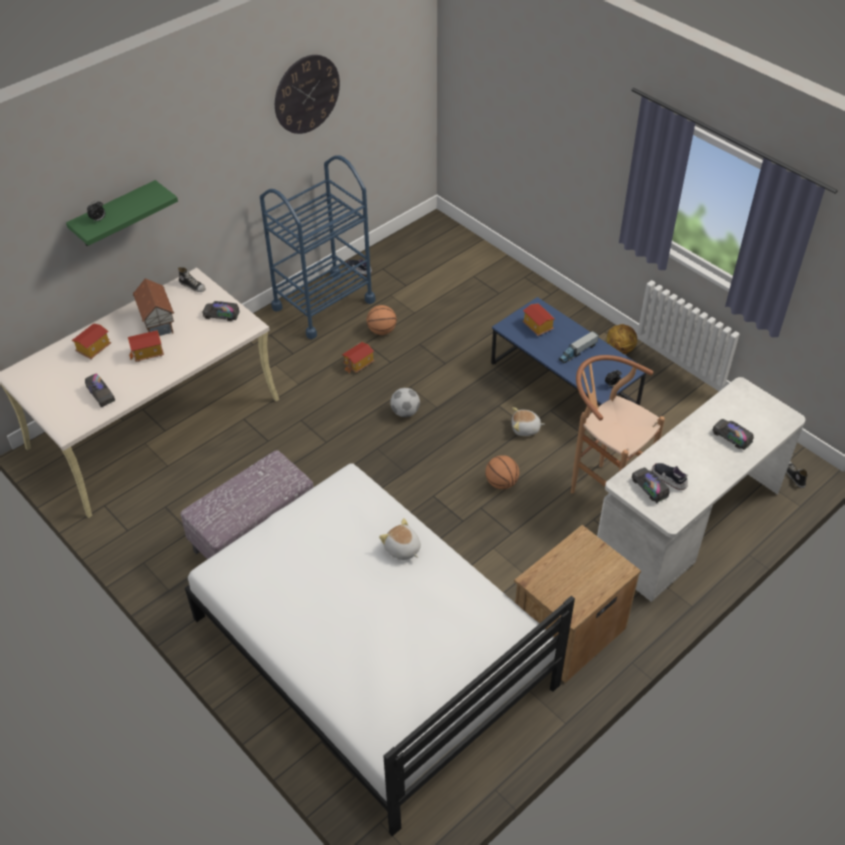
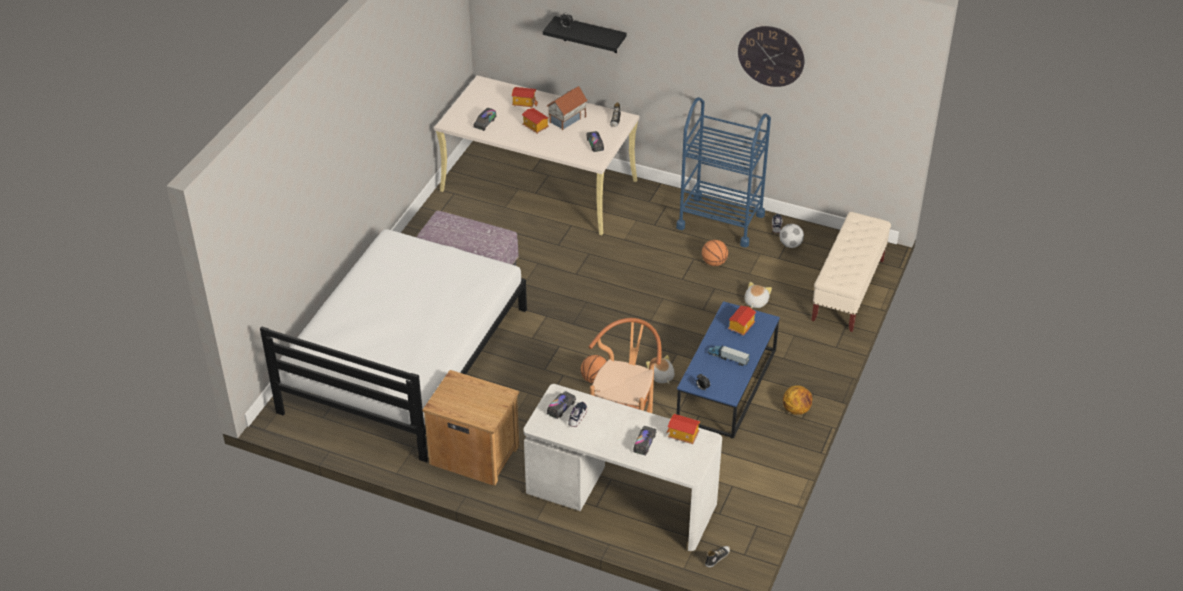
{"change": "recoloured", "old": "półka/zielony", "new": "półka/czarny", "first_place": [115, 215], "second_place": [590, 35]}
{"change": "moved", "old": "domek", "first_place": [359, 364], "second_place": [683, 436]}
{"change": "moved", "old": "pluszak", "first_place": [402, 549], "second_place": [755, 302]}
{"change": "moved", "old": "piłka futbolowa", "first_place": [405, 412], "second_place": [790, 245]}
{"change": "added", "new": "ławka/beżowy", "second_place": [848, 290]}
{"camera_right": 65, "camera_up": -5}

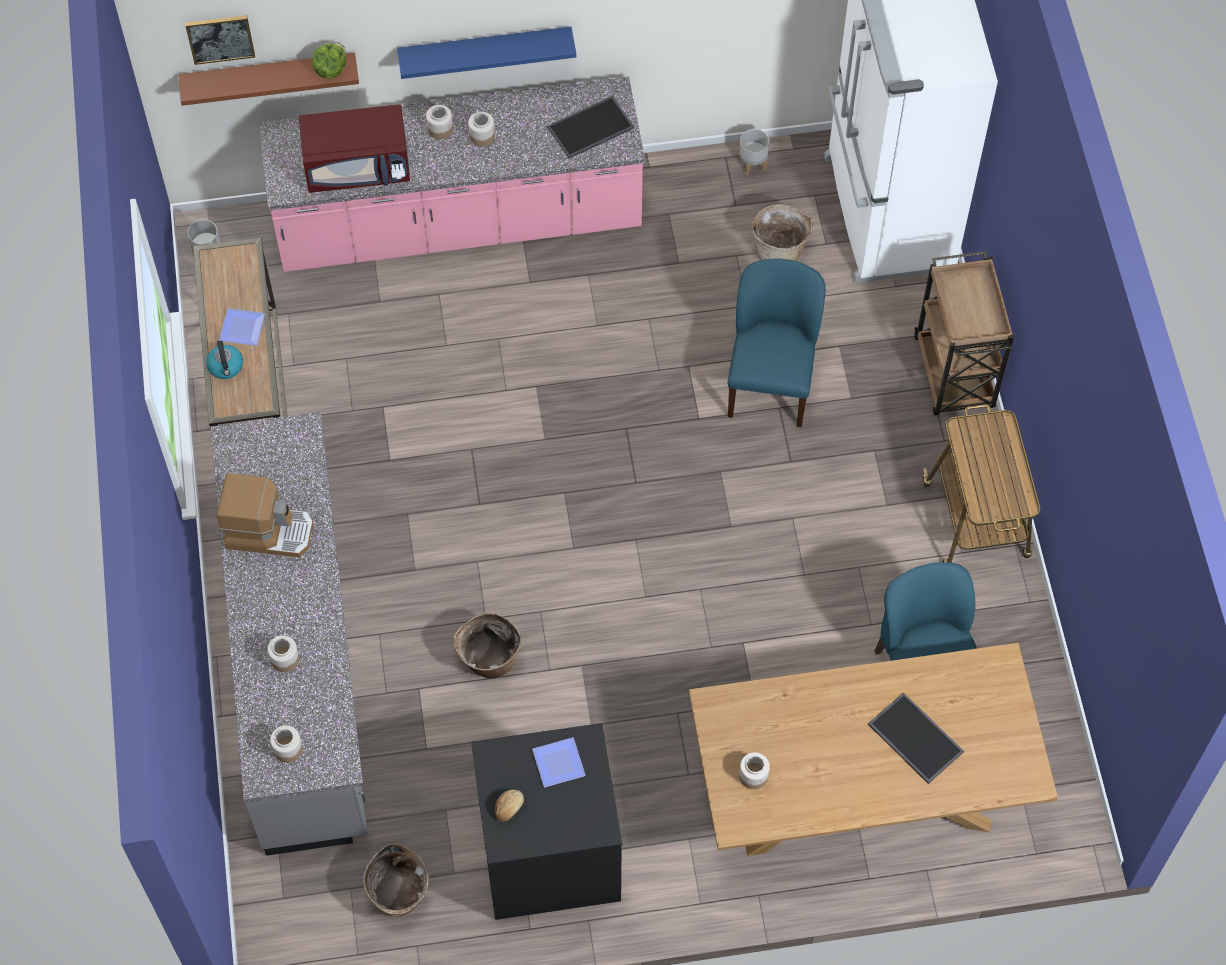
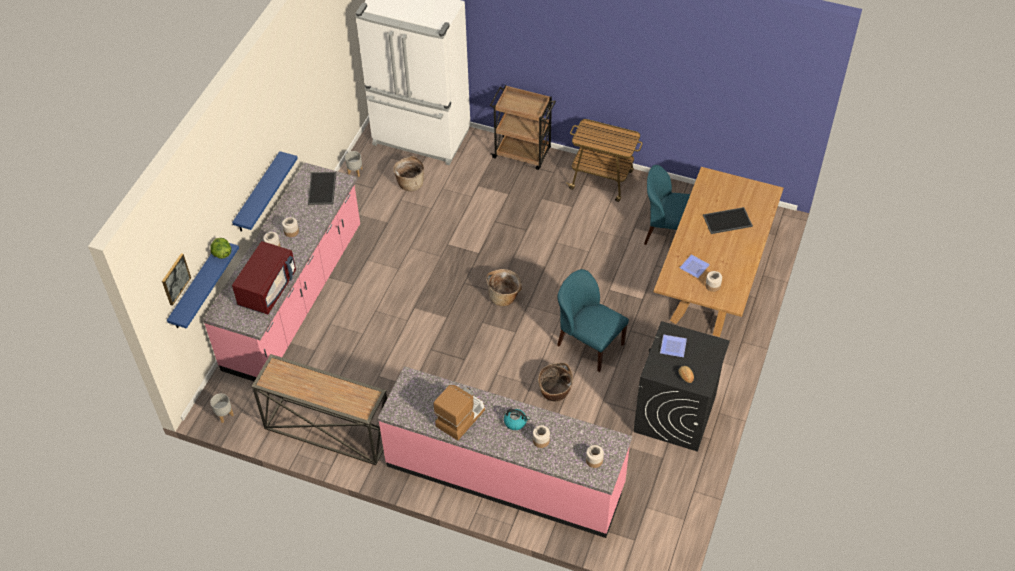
{"change": "recoloured", "old": "półka/brązowy", "new": "półka/niebieski", "first_place": [269, 75], "second_place": [196, 286]}
{"change": "recoloured", "old": "zabudowa kuchenna/szary", "new": "zabudowa kuchenna/różowy", "first_place": [301, 664], "second_place": [505, 475]}
{"change": "moved", "old": "koszyk", "first_place": [399, 896], "second_place": [504, 297]}
{"change": "moved", "old": "czajnik", "first_place": [226, 367], "second_place": [515, 422]}
{"change": "moved", "old": "krzesło/niebieski", "first_place": [770, 382], "second_place": [589, 344]}
{"change": "moved", "old": "talerz", "first_place": [241, 327], "second_place": [693, 267]}
{"camera_right": -60, "camera_up": -10}

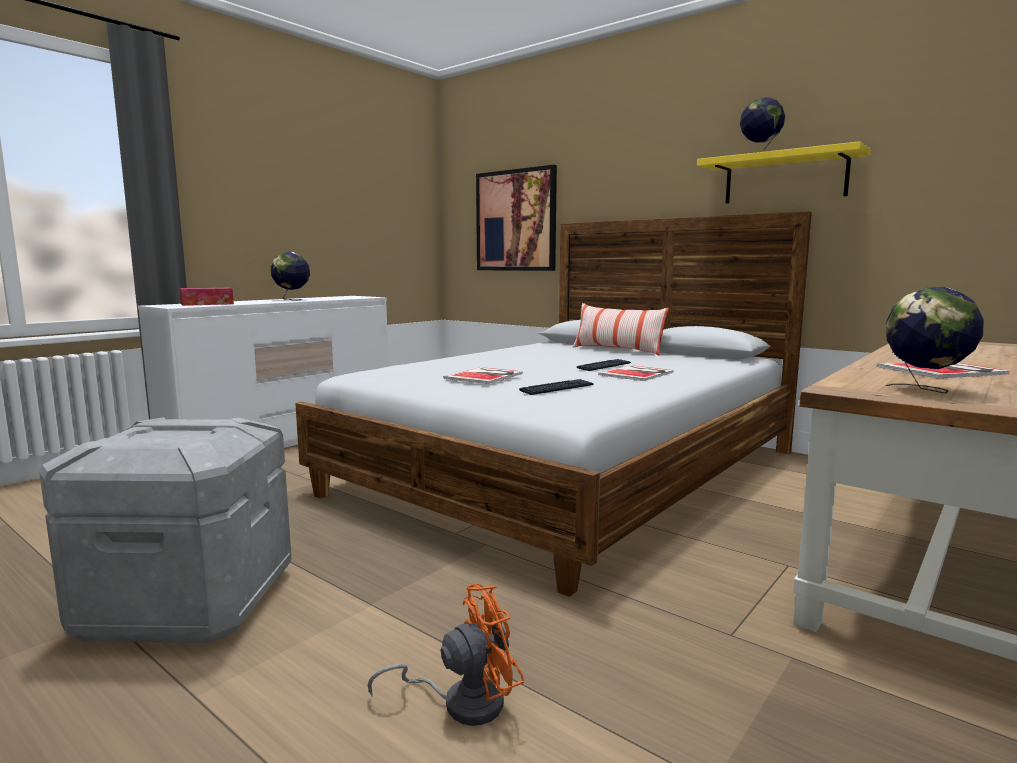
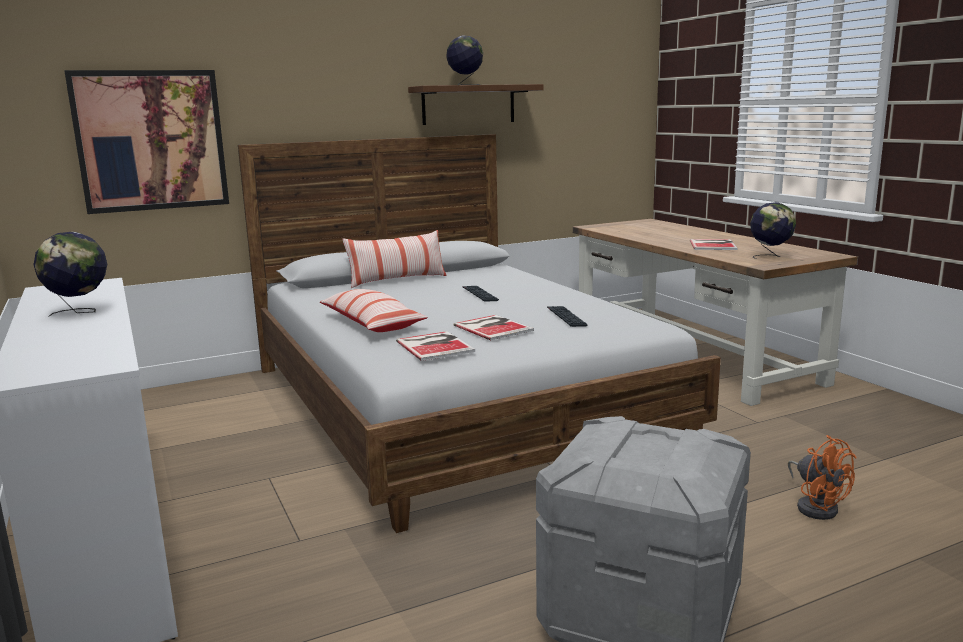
{"change": "added", "new": "poduszka", "second_place": [371, 324]}
{"change": "moved", "old": "książka", "first_place": [638, 373], "second_place": [435, 345]}
{"change": "recoloured", "old": "półka/żółty", "new": "półka/brązowy", "first_place": [785, 178], "second_place": [468, 104]}
{"change": "turned", "old": "wentylator/pomarańczowy", "first_place": [462, 702], "second_place": [816, 506], "degrees": 150}
{"change": "removed", "old": "pudełko chusteczek", "first_place": [207, 304]}
{"camera_right": -65, "camera_up": 5}

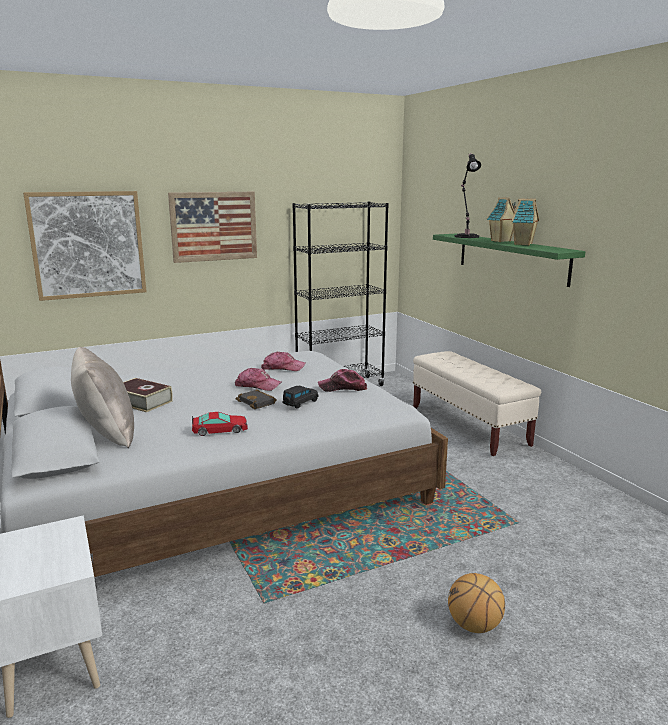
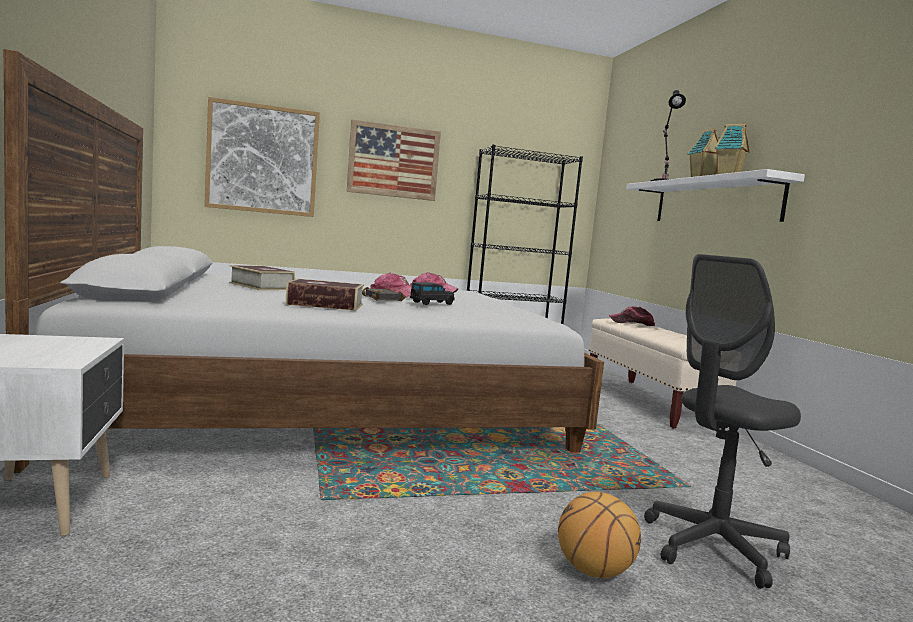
{"change": "replaced", "old": "samochodzik", "new": "książka", "first_place": [220, 430], "second_place": [325, 304]}
{"change": "moved", "old": "czapka z daszkiem", "first_place": [343, 388], "second_place": [632, 323]}
{"change": "recoloured", "old": "półka/zielony", "new": "półka/biały", "first_place": [511, 258], "second_place": [714, 201]}
{"change": "added", "new": "krzesło biurowe/szary", "second_place": [713, 548]}
{"change": "removed", "old": "poduszka/beżowy", "first_place": [106, 434]}
{"camera_right": 10, "camera_up": -10}

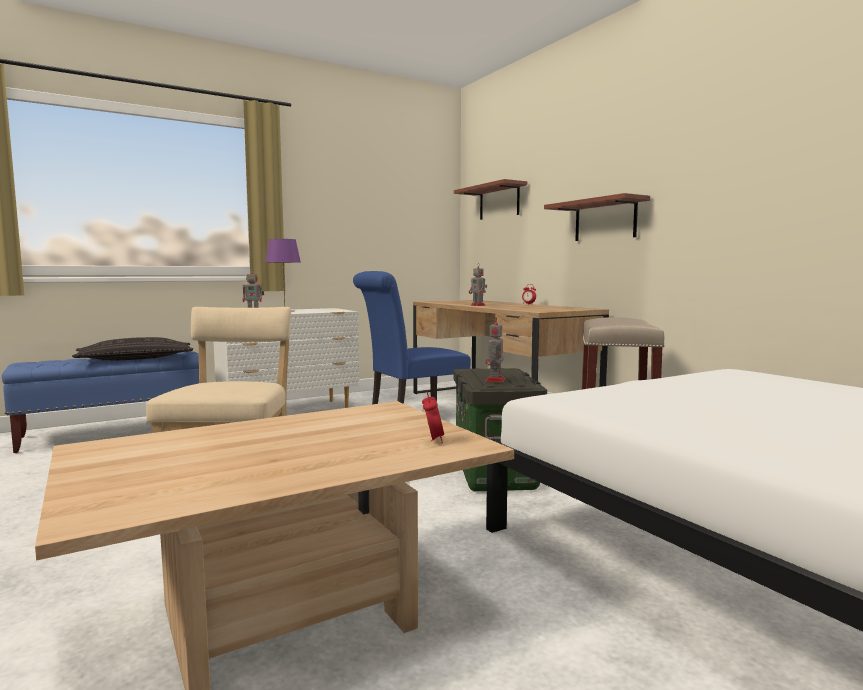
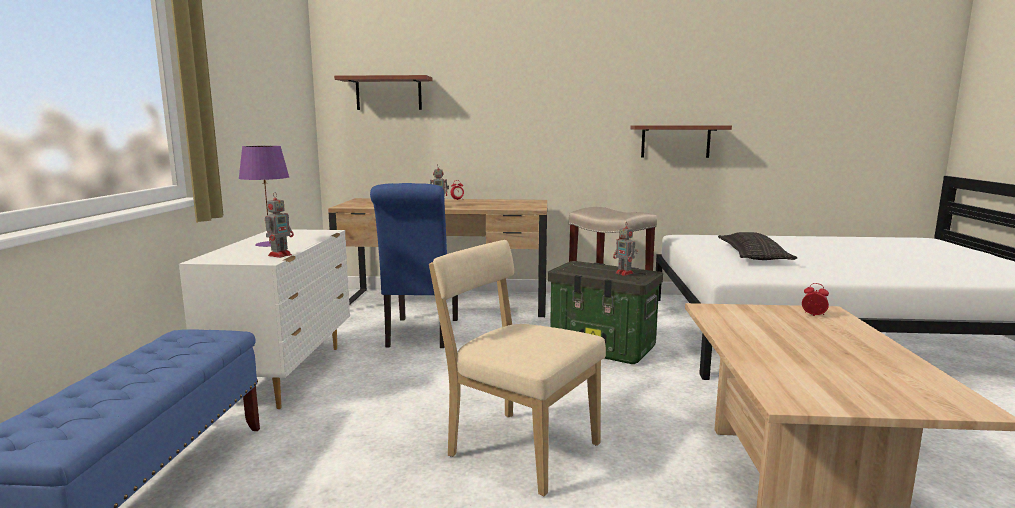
{"change": "moved", "old": "półka", "first_place": [605, 220], "second_place": [675, 141]}
{"change": "moved", "old": "poduszka", "first_place": [135, 359], "second_place": [753, 255]}
{"camera_right": -55, "camera_up": 5}

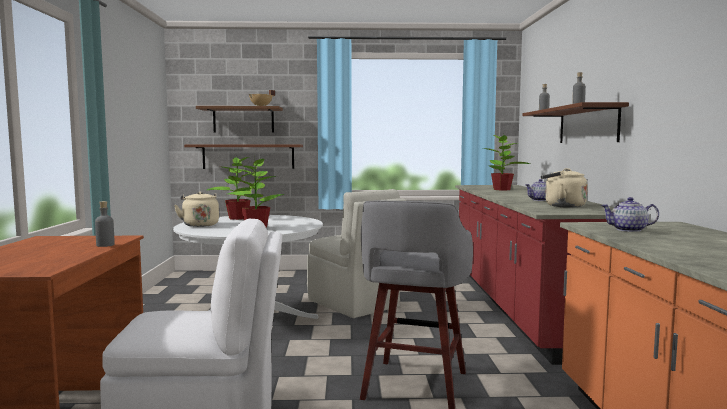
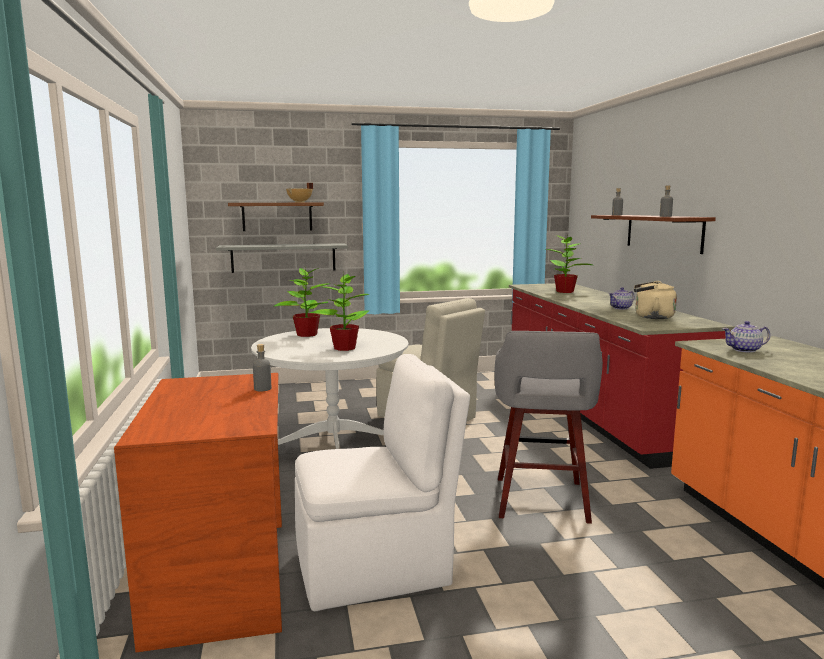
{"change": "recoloured", "old": "półka/brązowy", "new": "półka/szary", "first_place": [248, 156], "second_place": [283, 258]}
{"change": "removed", "old": "czajnik/beżowy", "first_place": [200, 225]}
{"camera_right": -10, "camera_up": 5}

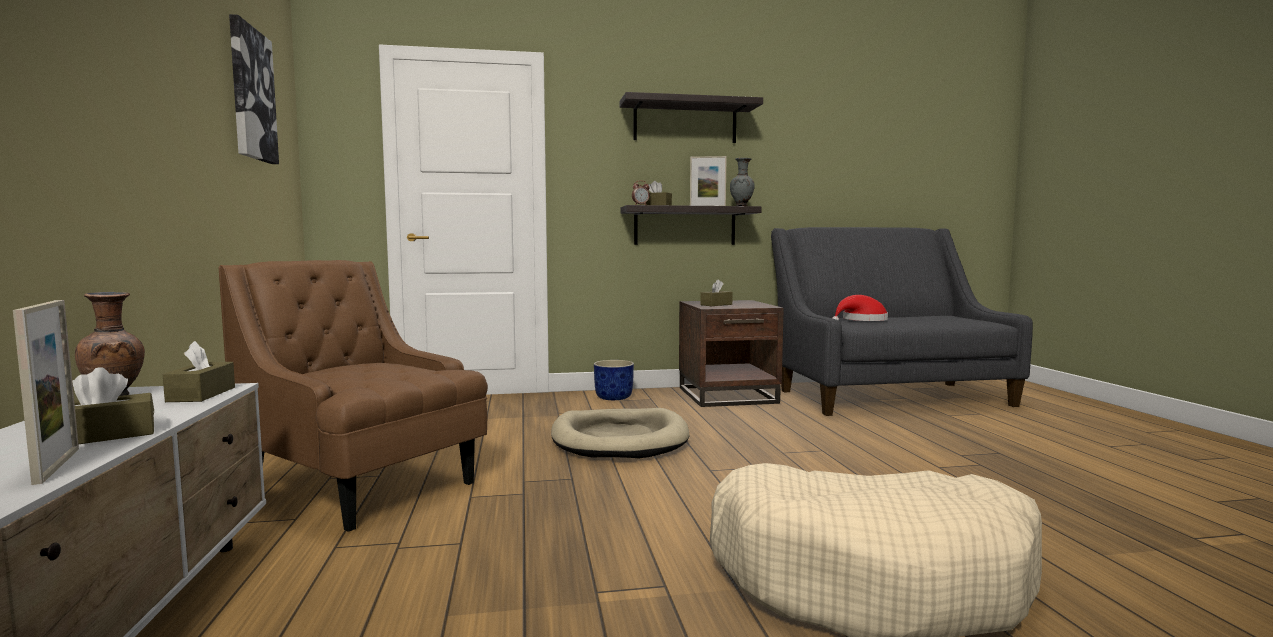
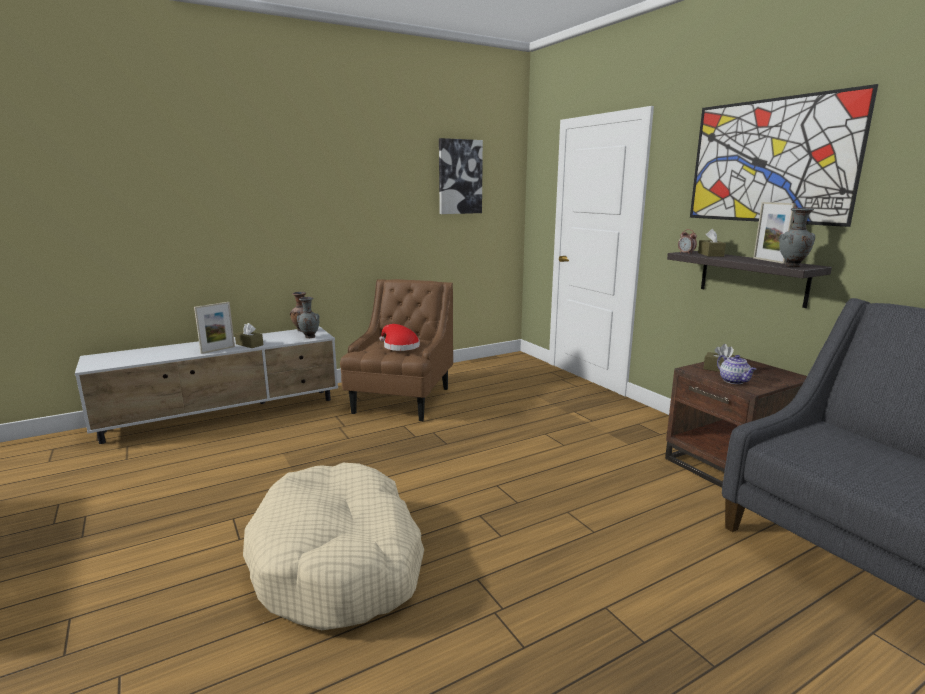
{"change": "replaced", "old": "pudełko chusteczek/brązowy", "new": "wazon/szary", "first_place": [201, 394], "second_place": [309, 337]}
{"change": "moved", "old": "kapelusz/czerwony", "first_place": [861, 320], "second_place": [399, 346]}
{"change": "replaced", "old": "półka", "new": "obraz", "first_place": [685, 122], "second_place": [769, 161]}
{"change": "added", "new": "imbryk", "second_place": [734, 381]}
{"change": "removed", "old": "legowisko/beżowy", "first_place": [619, 439]}
{"change": "removed", "old": "donica/niebieski", "first_place": [614, 397]}
{"camera_right": 70, "camera_up": 10}

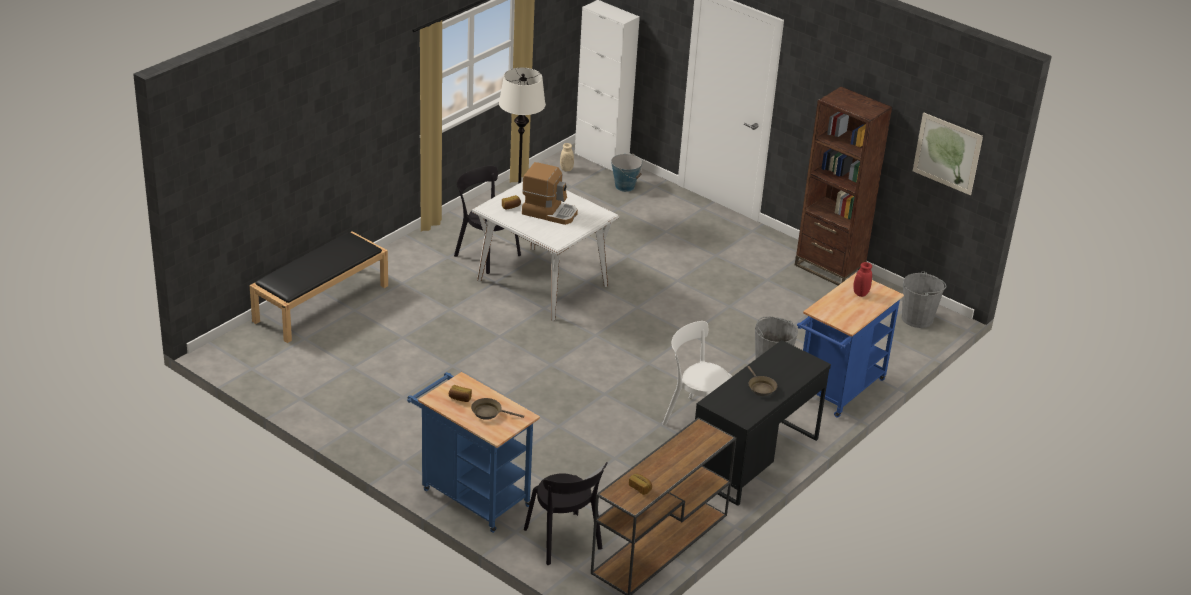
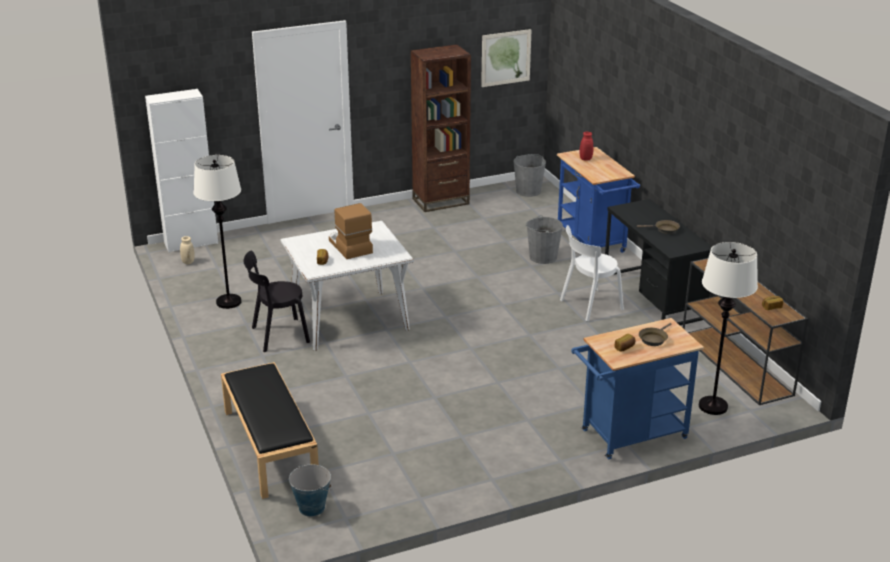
{"change": "moved", "old": "wiadro", "first_place": [625, 186], "second_place": [311, 507]}
{"change": "turned", "old": "ekspres do kawy", "first_place": [549, 212], "second_place": [349, 246], "degrees": -75}
{"change": "replaced", "old": "krzesło/czarny", "new": "lampa stojąca/biały", "first_place": [564, 541], "second_place": [713, 406]}
{"camera_right": -60, "camera_up": -5}

